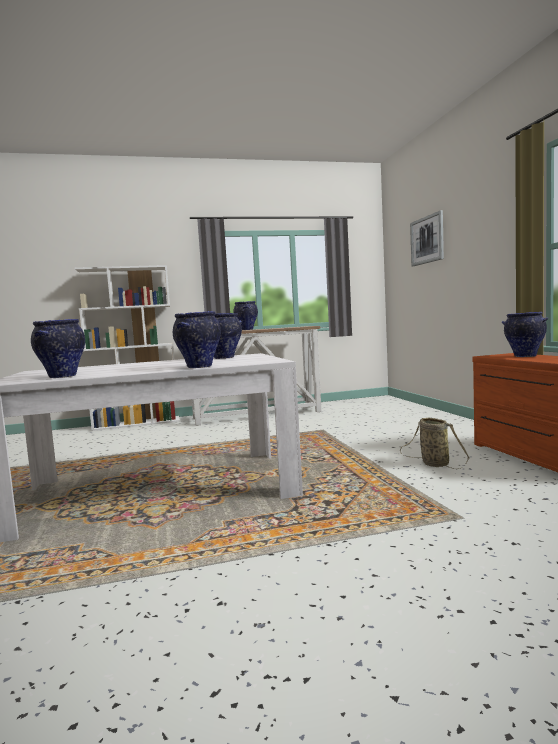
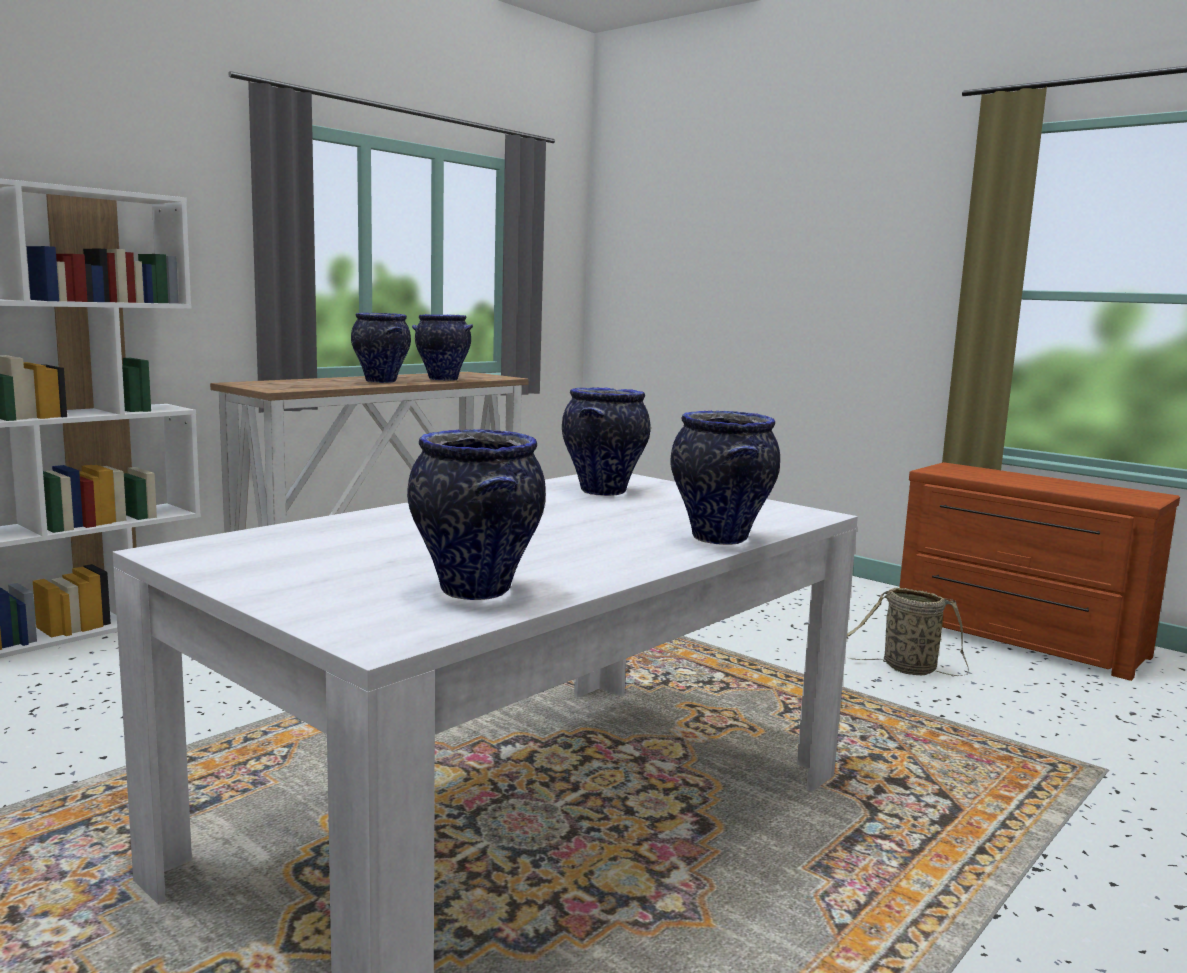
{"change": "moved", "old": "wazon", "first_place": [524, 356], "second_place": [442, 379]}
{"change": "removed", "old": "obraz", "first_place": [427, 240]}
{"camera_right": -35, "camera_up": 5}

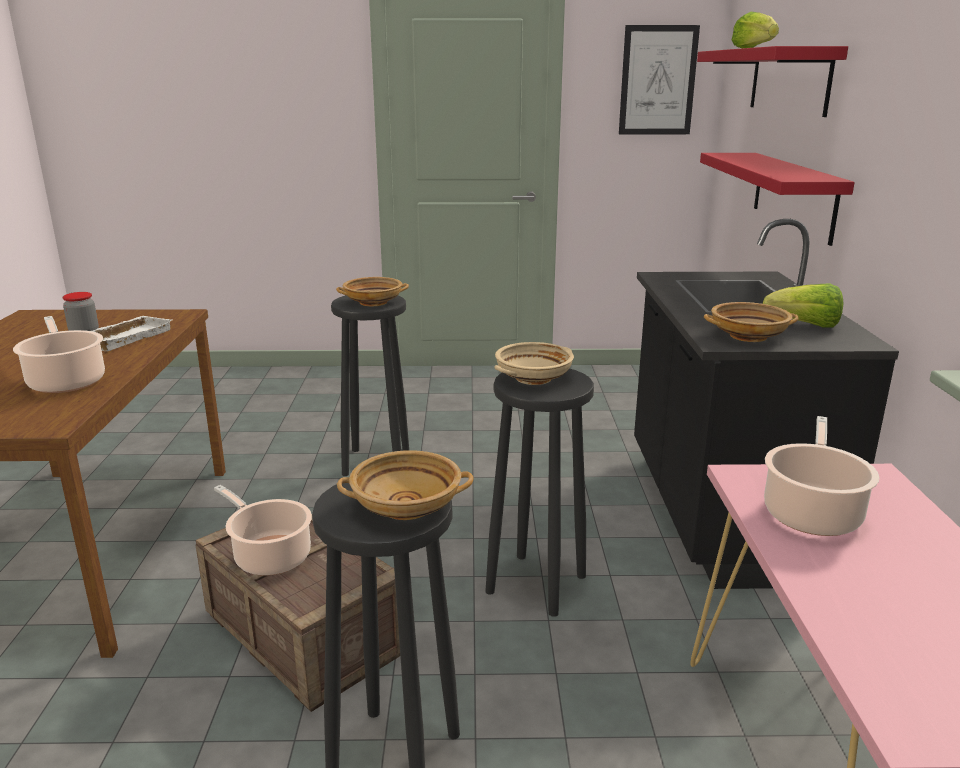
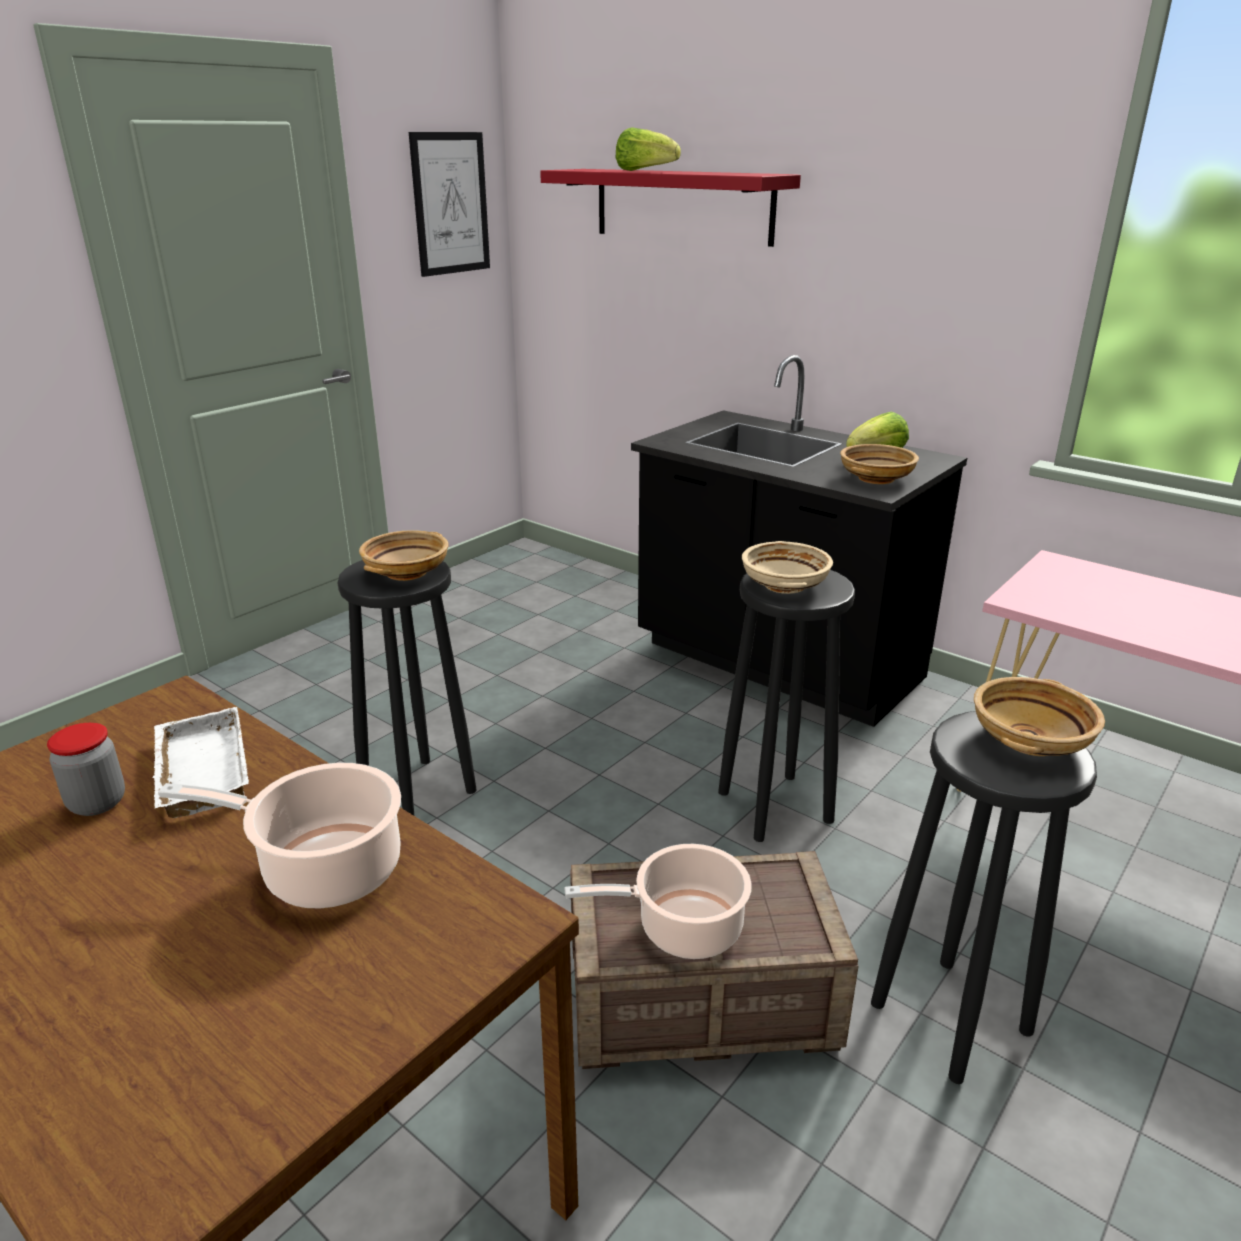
{"change": "removed", "old": "półka/czerwony", "first_place": [793, 195]}
{"change": "removed", "old": "garnek", "first_place": [812, 512]}
{"camera_right": -50, "camera_up": 5}

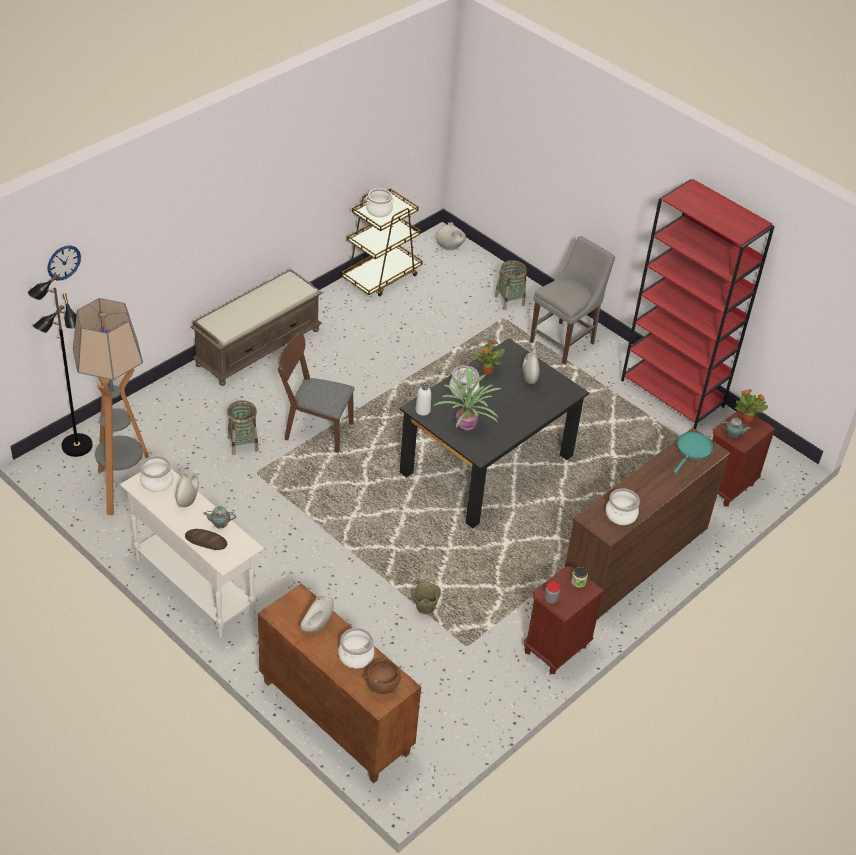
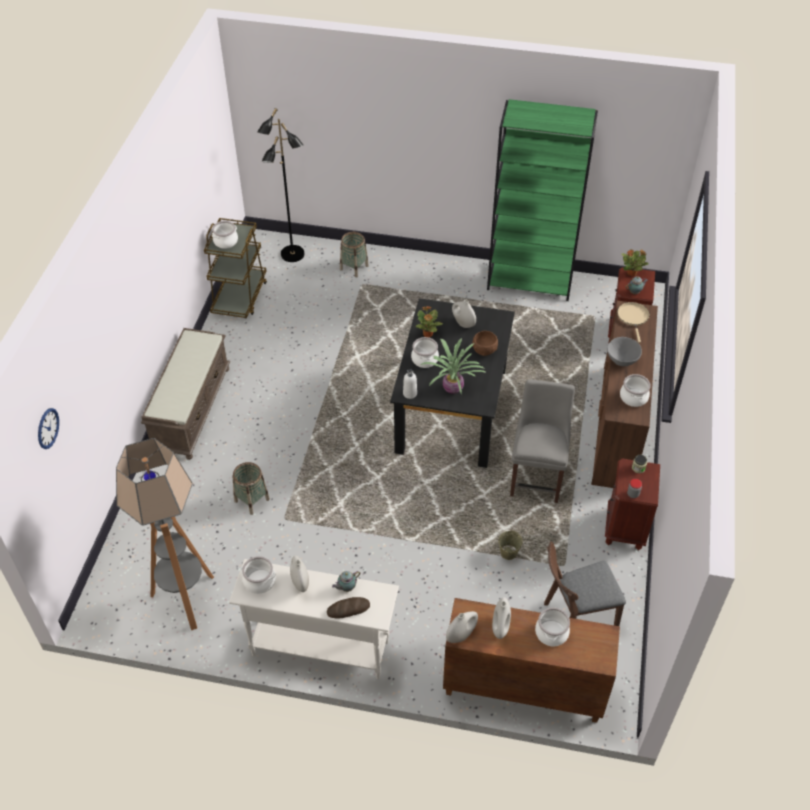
{"change": "moved", "old": "lampa stojąca/czarny", "first_place": [76, 446], "second_place": [292, 255]}
{"change": "moved", "old": "wazon/biały", "first_place": [450, 247], "second_place": [461, 635]}
{"change": "moved", "old": "miska/brązowy", "first_place": [382, 685], "second_place": [484, 350]}
{"change": "recoloured", "old": "regał/czerwony", "new": "regał/zielony", "first_place": [673, 394], "second_place": [530, 281]}
{"change": "moved", "old": "krzesło/szary", "first_place": [564, 341], "second_place": [537, 477]}
{"change": "moved", "old": "krzesło/brązowy", "first_place": [313, 429], "second_place": [575, 617]}
{"change": "added", "new": "miska/szary", "second_place": [621, 361]}
{"change": "recoloured", "old": "patelnia/turkusowy", "new": "patelnia/beżowy", "first_place": [693, 450], "second_place": [633, 318]}
{"camera_right": -30, "camera_up": 5}

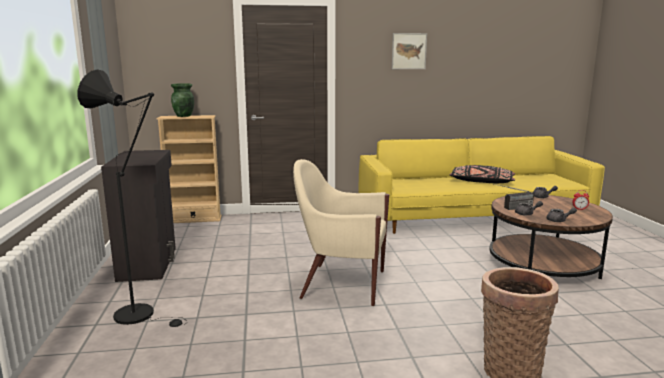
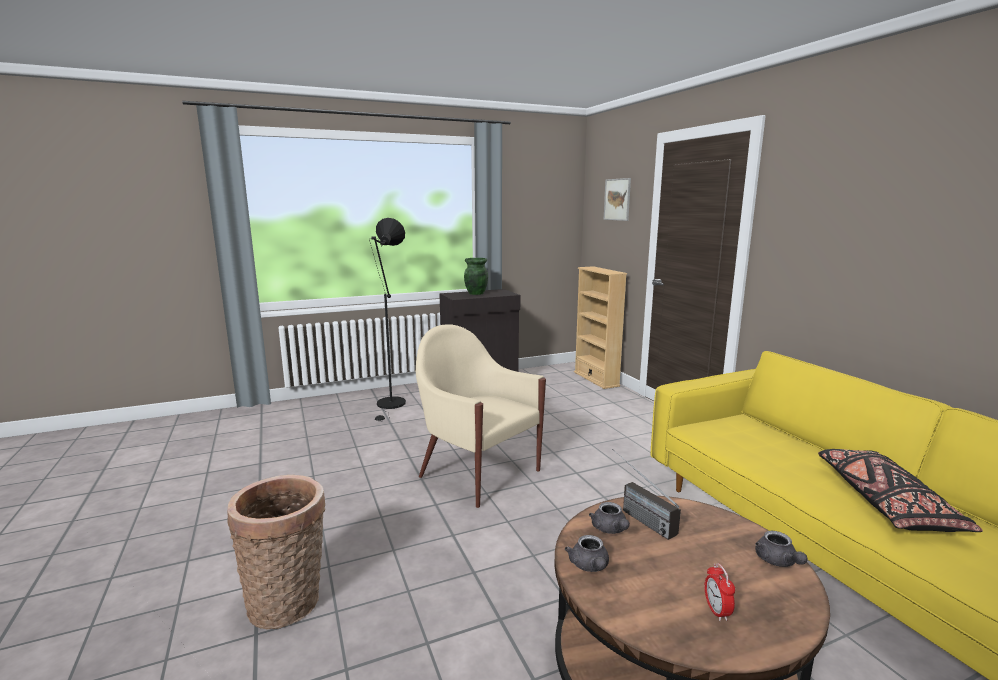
{"change": "turned", "old": "fotel/beżowy", "first_place": [341, 284], "second_place": [478, 473], "degrees": -45}
{"change": "moved", "old": "wazon/zielony", "first_place": [184, 116], "second_place": [476, 293]}
{"change": "moved", "old": "obraz", "first_place": [409, 51], "second_place": [617, 199]}
{"camera_right": 75, "camera_up": 0}

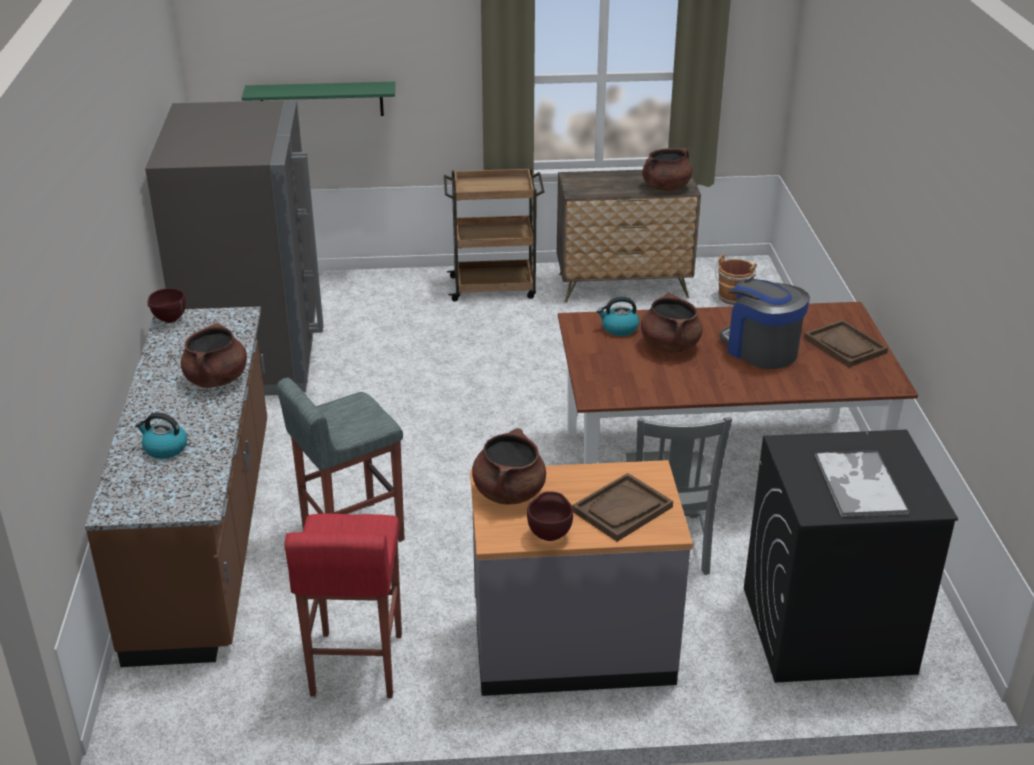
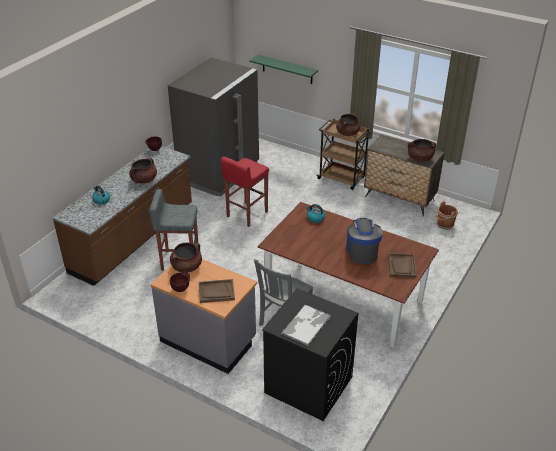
{"change": "moved", "old": "stołek/czerwony", "first_place": [355, 665], "second_place": [246, 214]}
{"change": "moved", "old": "garnek/brązowy", "first_place": [669, 346], "second_place": [347, 133]}
{"camera_right": 35, "camera_up": 5}

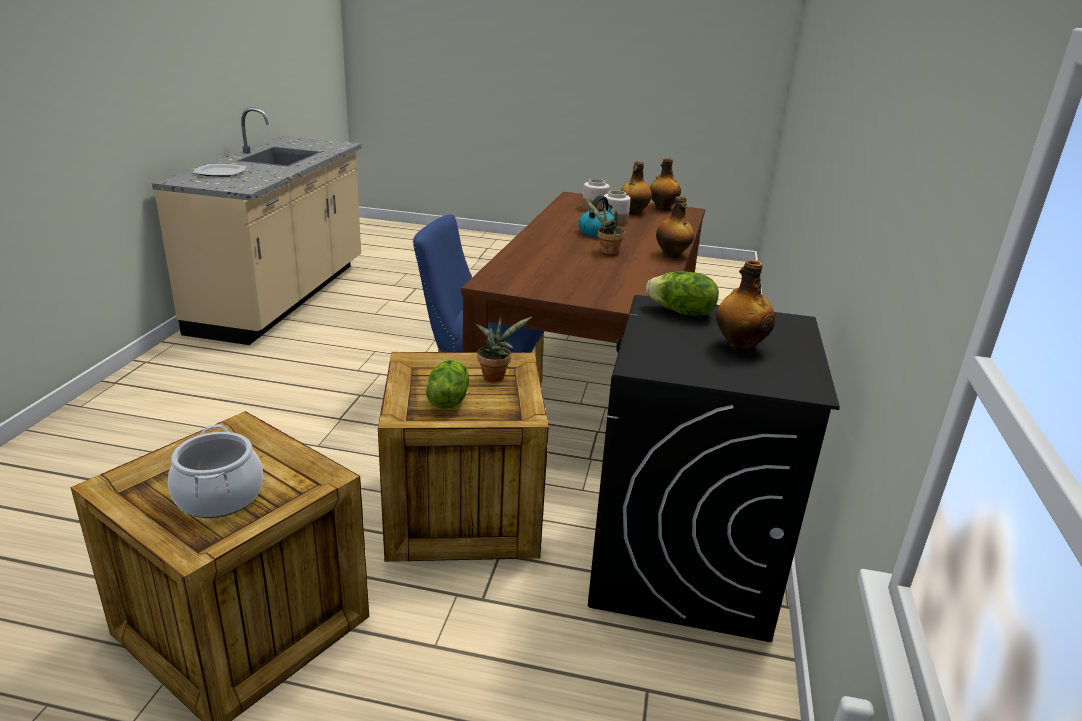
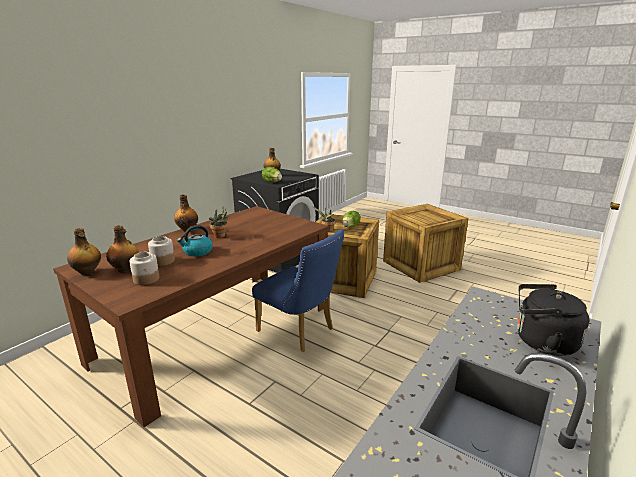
{"change": "replaced", "old": "talerz", "new": "czajnik/czarny", "first_place": [220, 172], "second_place": [541, 342]}
{"change": "removed", "old": "garnek", "first_place": [220, 496]}
{"camera_right": -155, "camera_up": -5}

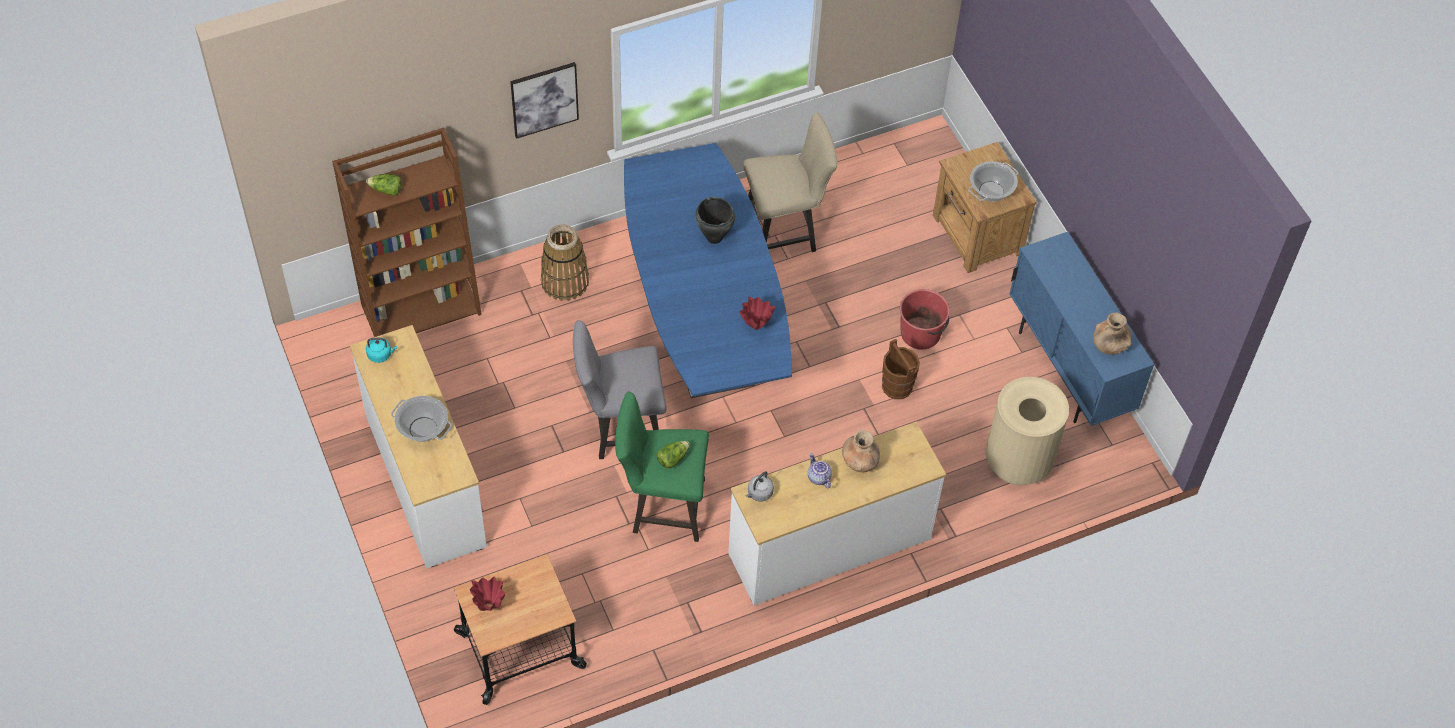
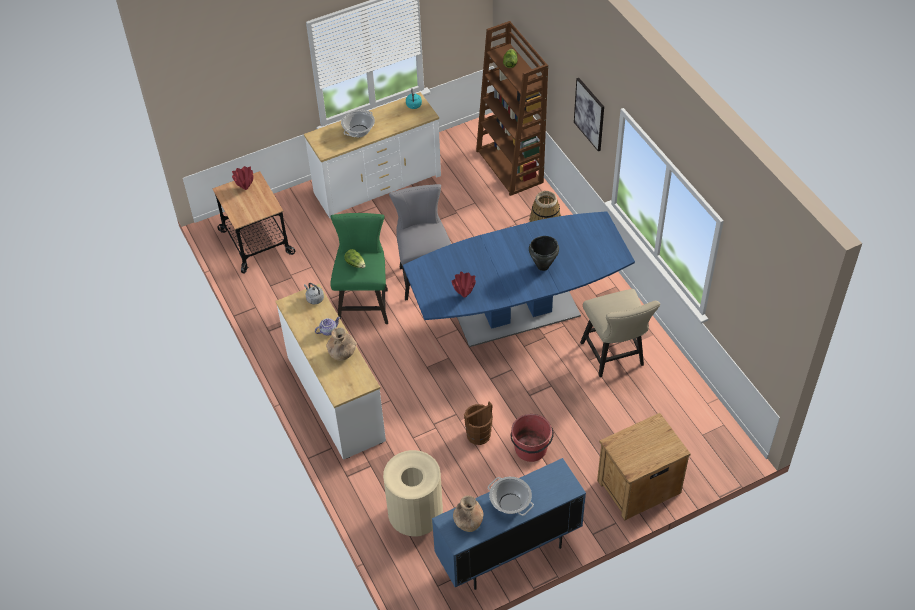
{"change": "moved", "old": "garnek", "first_place": [991, 191], "second_place": [510, 503]}
{"camera_right": 90, "camera_up": -5}

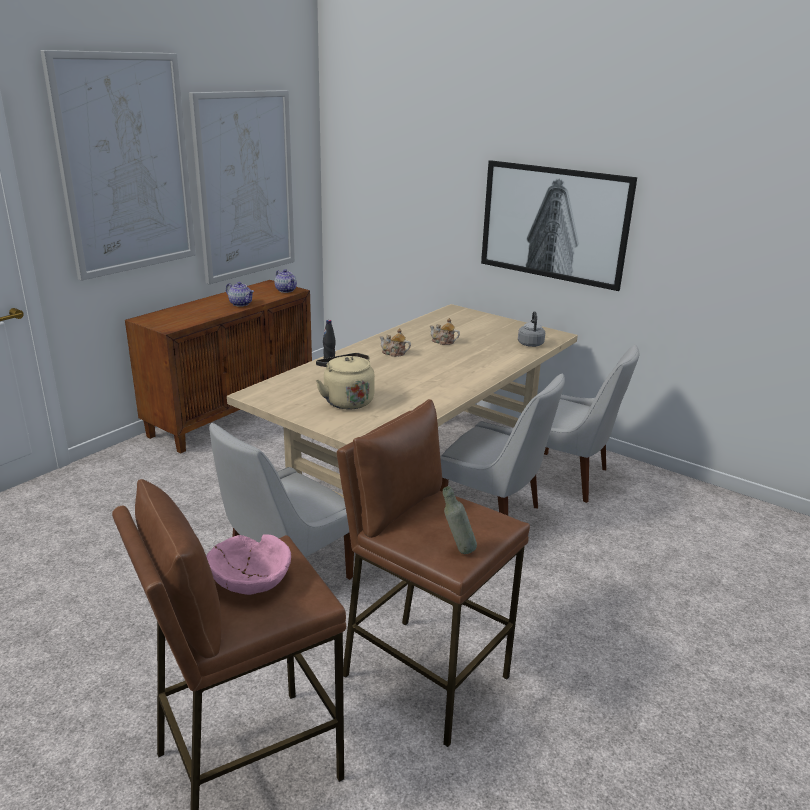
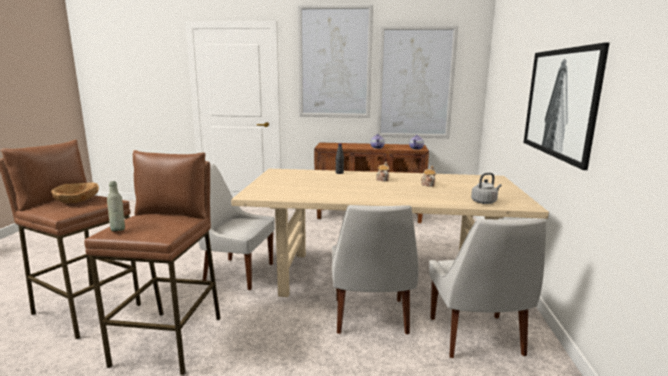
{"change": "recoloured", "old": "miska/różowy", "new": "miska/brązowy", "first_place": [250, 580], "second_place": [77, 201]}
{"change": "removed", "old": "czajnik/beżowy", "first_place": [346, 401]}
{"camera_right": 60, "camera_up": -10}

